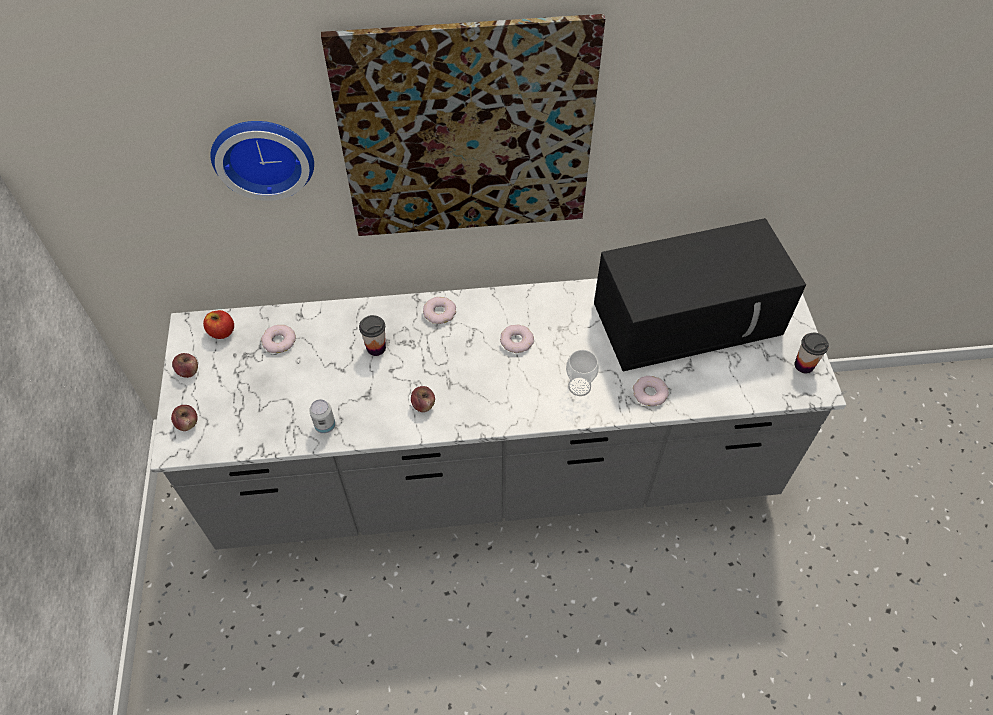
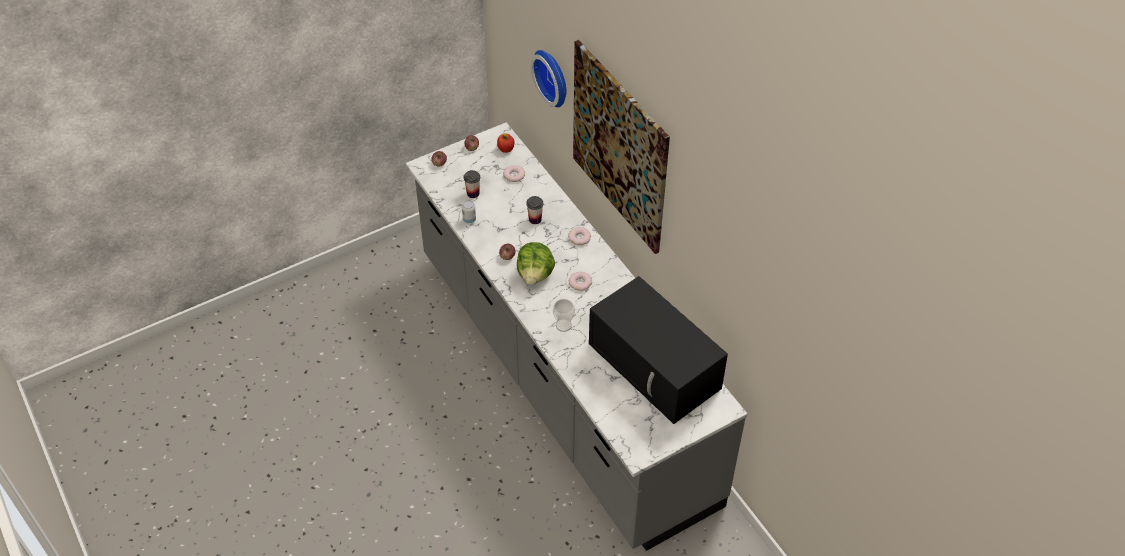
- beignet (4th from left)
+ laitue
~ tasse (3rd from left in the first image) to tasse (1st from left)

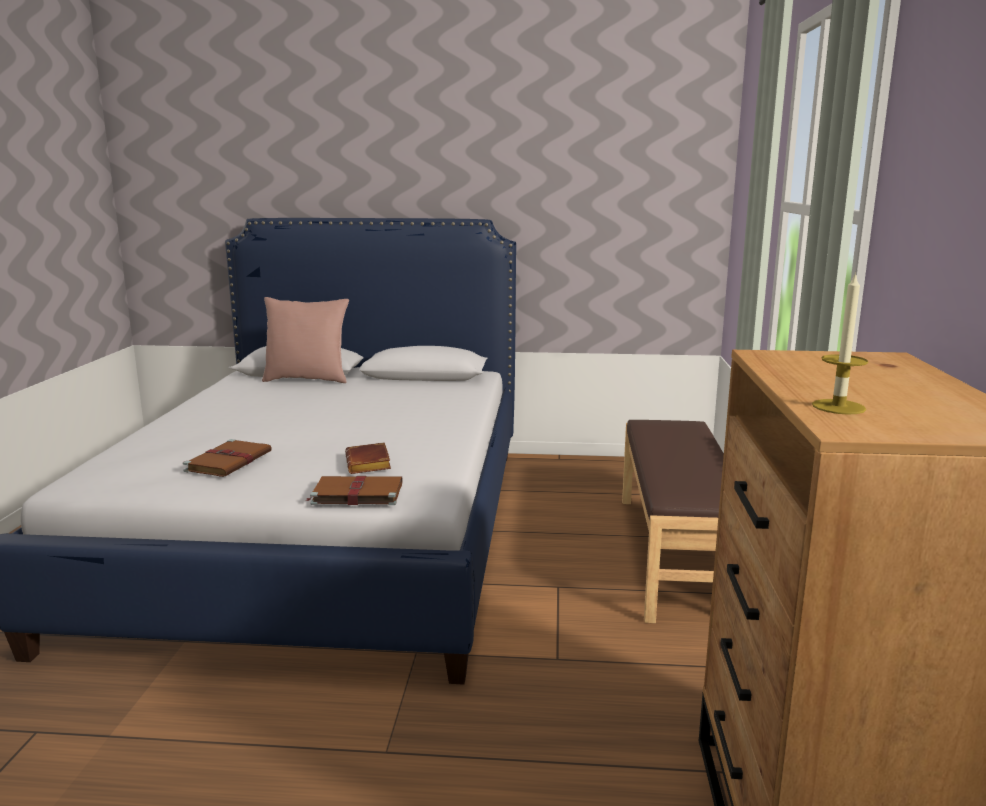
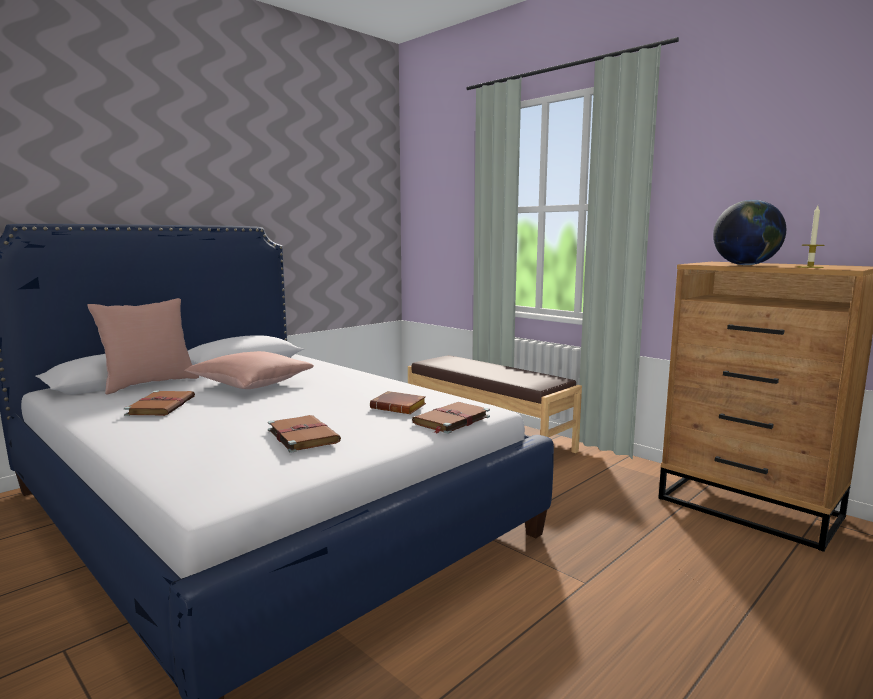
+ livre [marron] (1st from left)
+ coussin [rose] (2nd from left)
+ globe

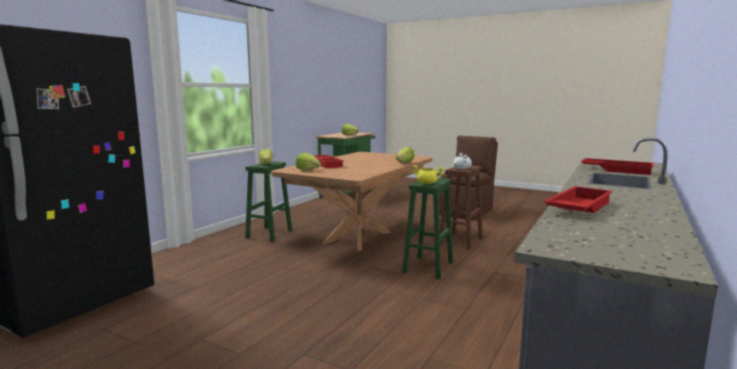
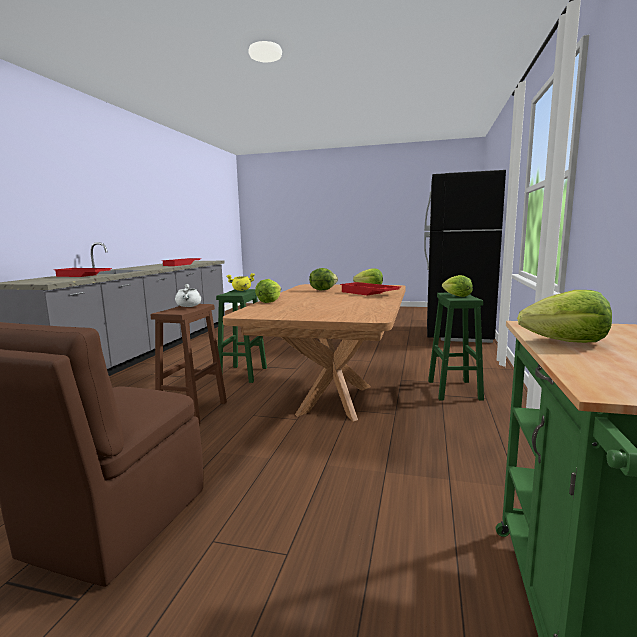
+ laitue (2nd from left)

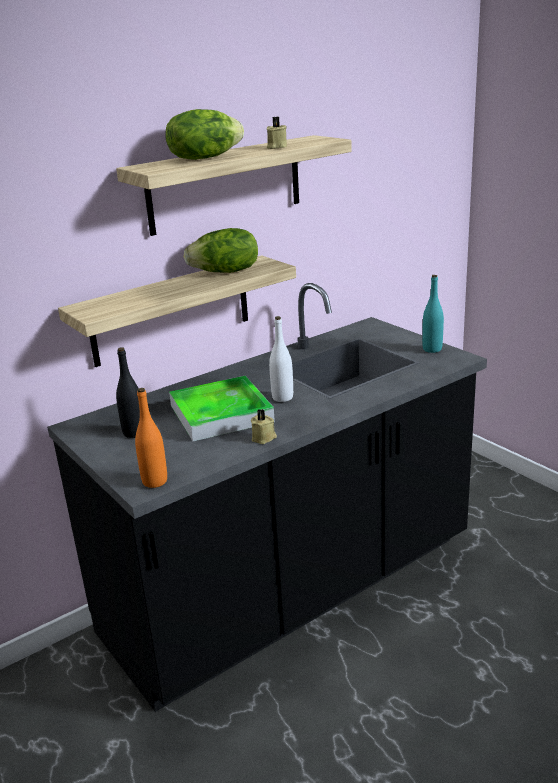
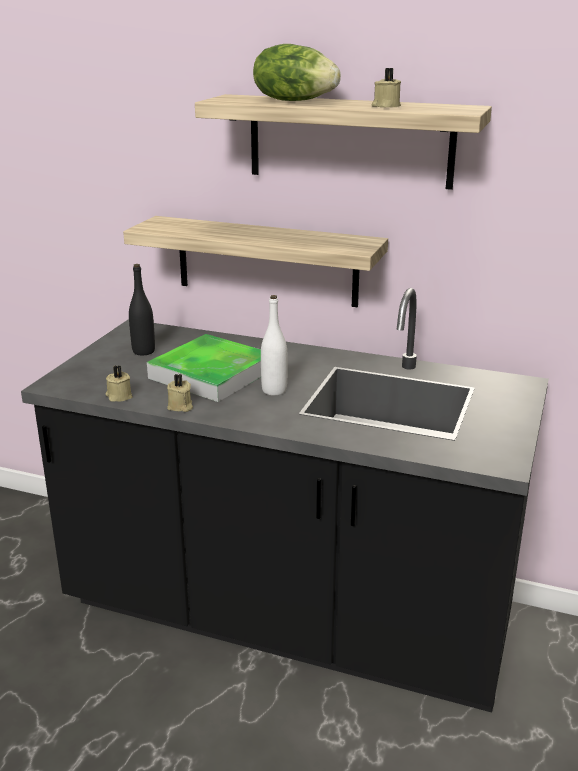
- bouteille [orange]
- laitue (2nd from left)
- bouteille [turquoise]
+ bougie [beige] (1st from left)

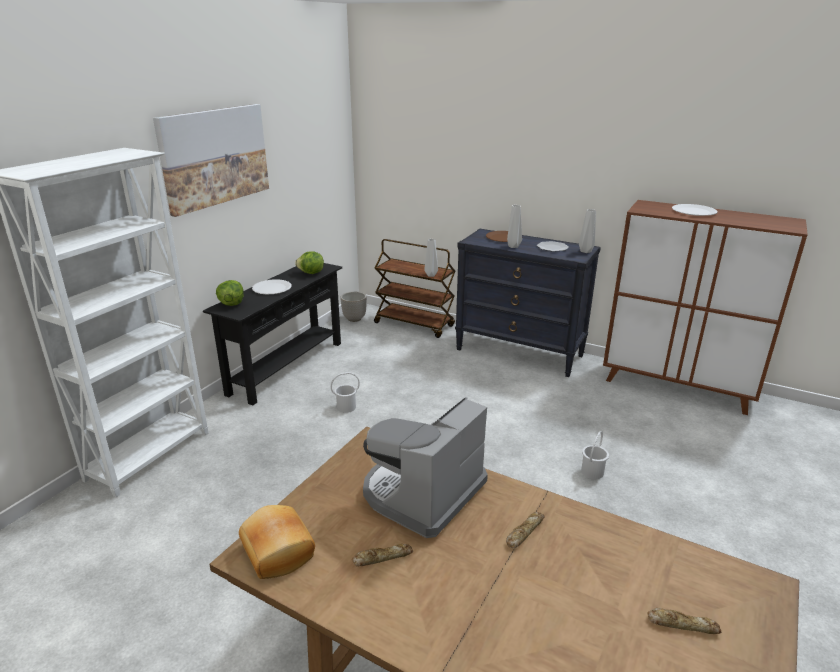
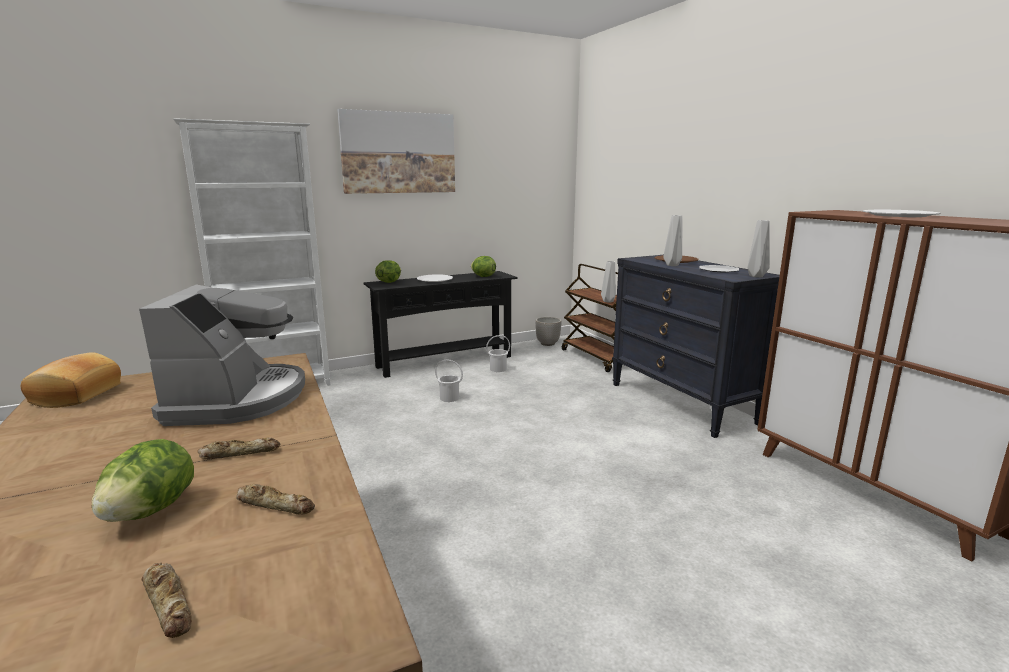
+ laitue (1st from left)
~ pain (2nd from left in the first image) to pain (4th from left)
~ seau [blanc] (2nd from left)
~ machine à café 105 degrees clockwise

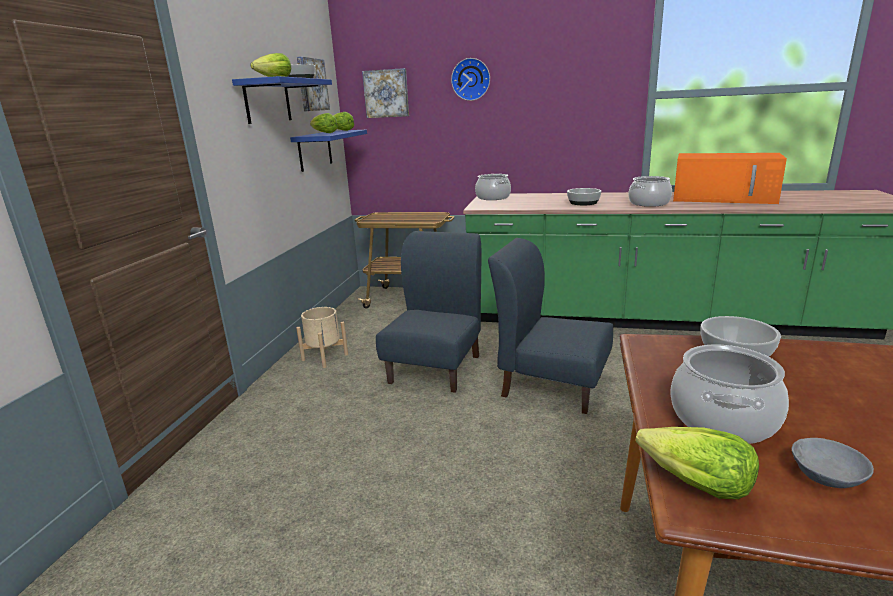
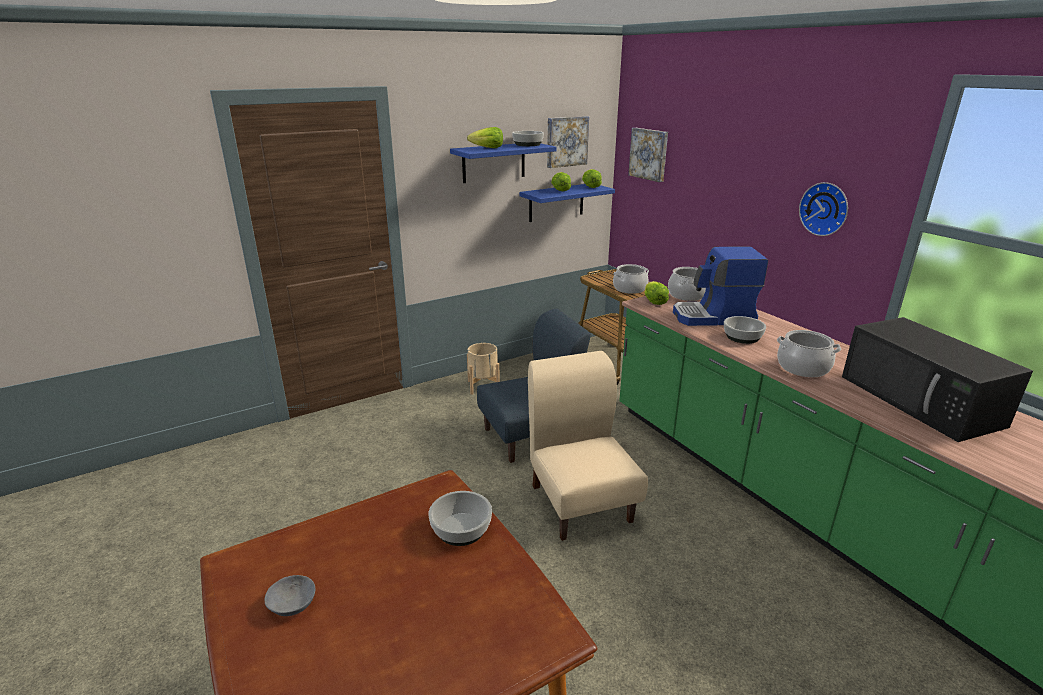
+ machine à café
~ horloge murale
~ laitue (4th from left)
~ marmite (3rd from left in the first image) to marmite (1st from left)
~ chaise [bleu] (2nd from left) to chaise [beige]
~ micro-ondes [orange] to micro-ondes [noir]

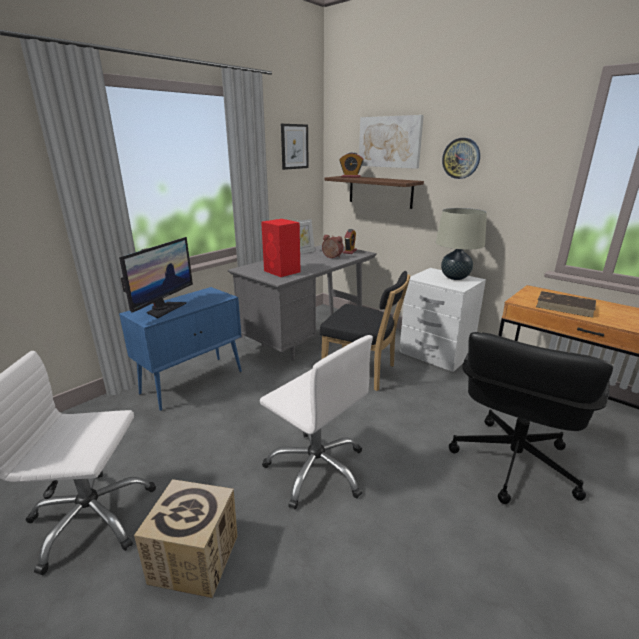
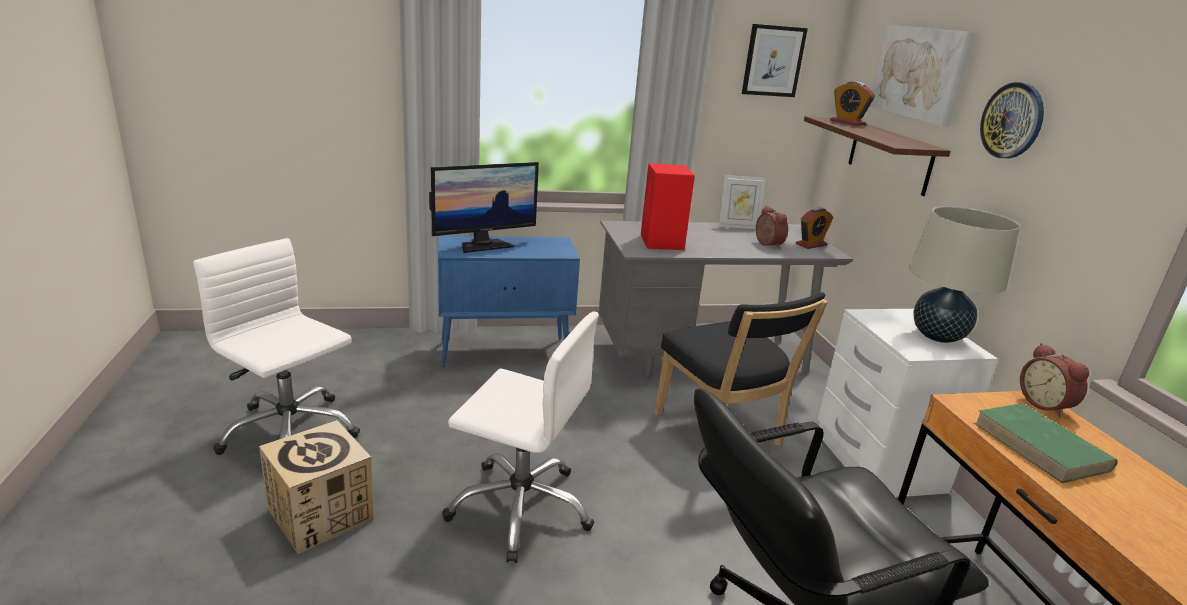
+ réveil (4th from left)
~ livre [marron] to livre [vert]
~ chaise de bureau [blanc] (2nd from left) 60 degrees counterclockwise

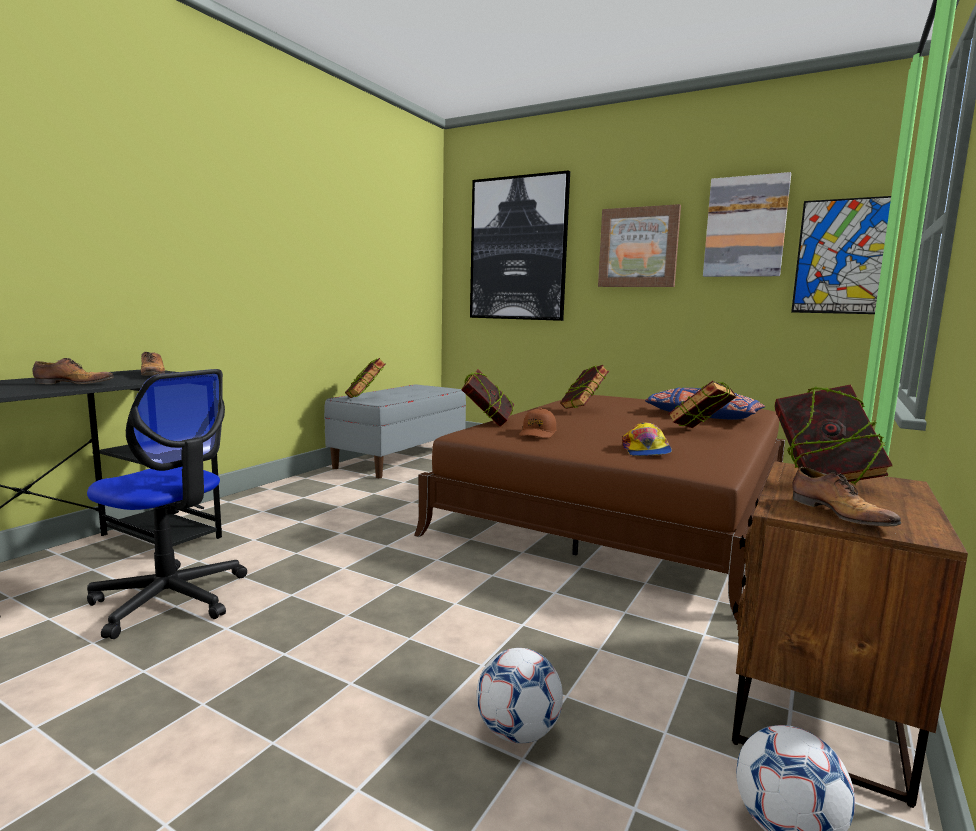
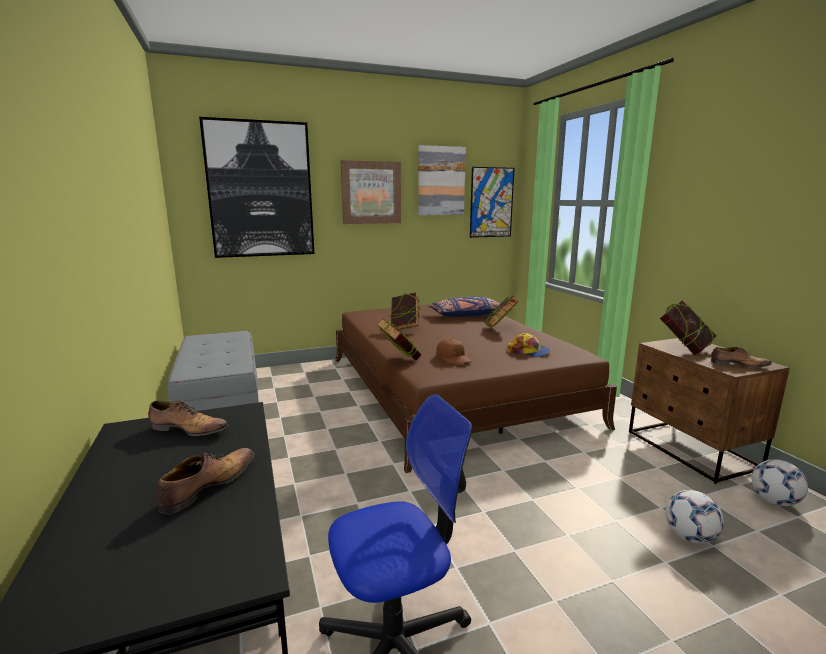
- livre (1st from left)

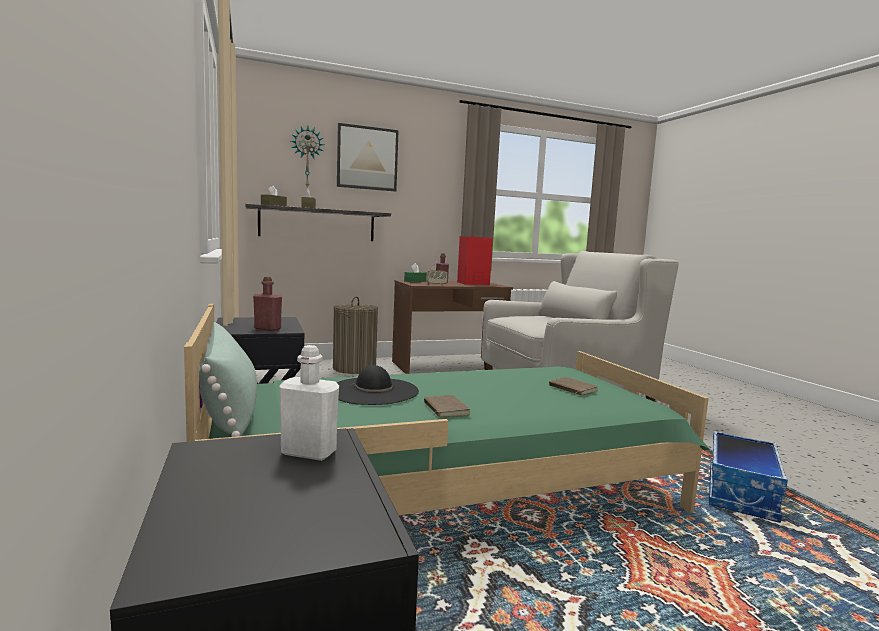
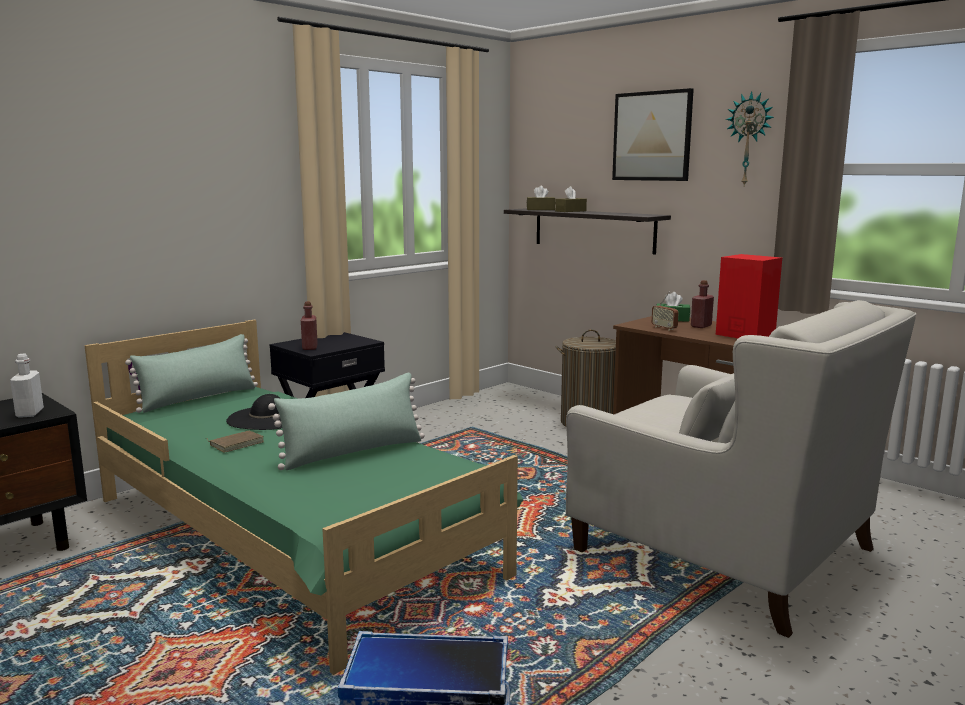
- livre [marron] (2nd from left)
+ coussin [vert] (2nd from left)
~ horloge murale

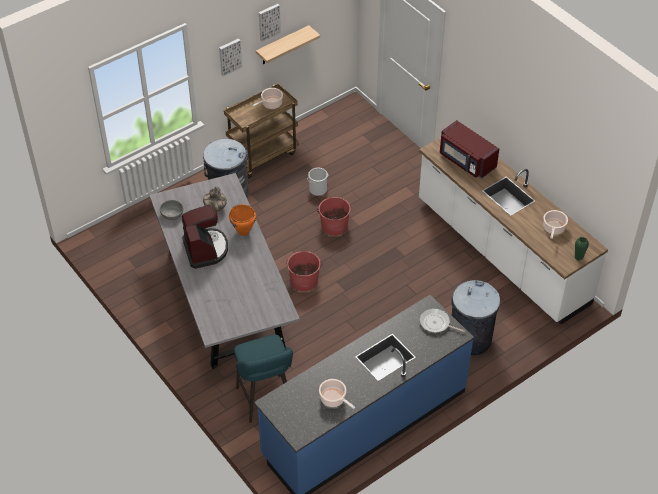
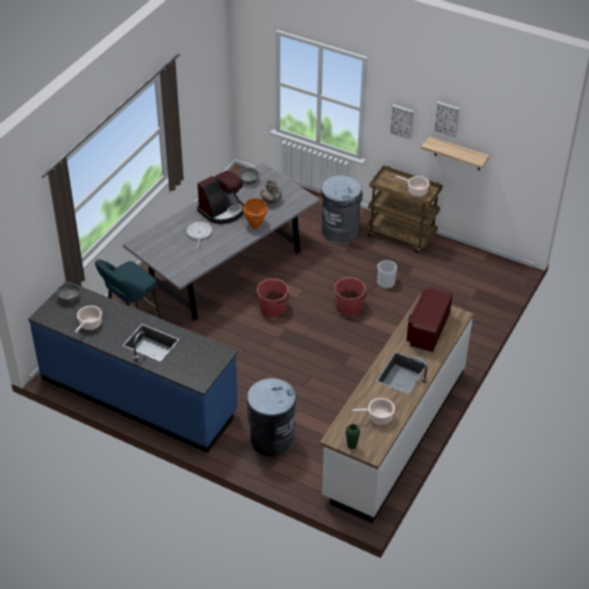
+ bol [gris] (1st from left)
~ poêle

